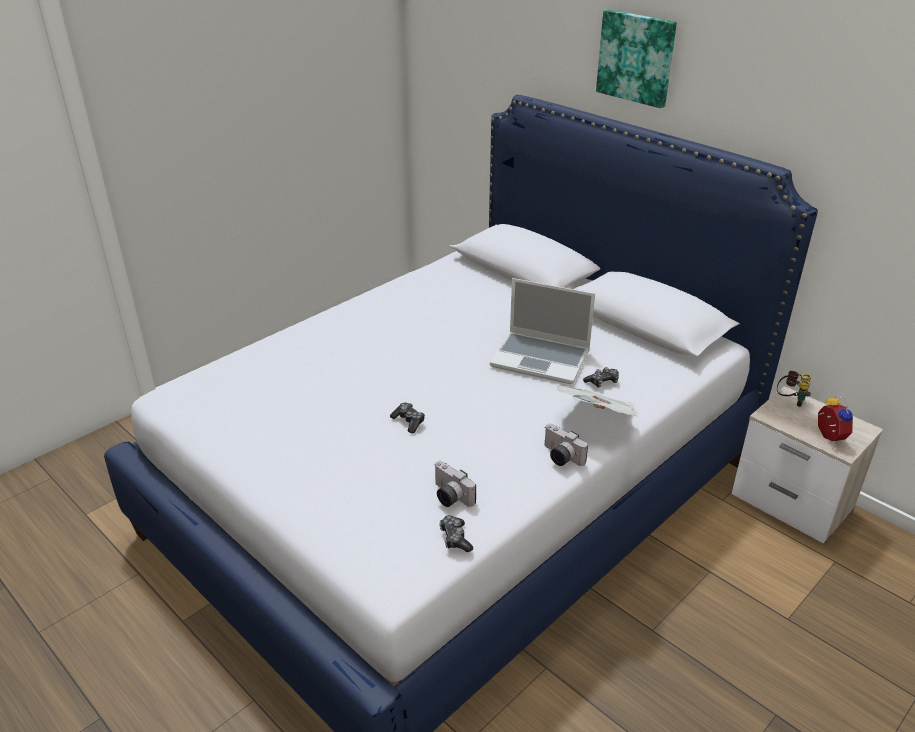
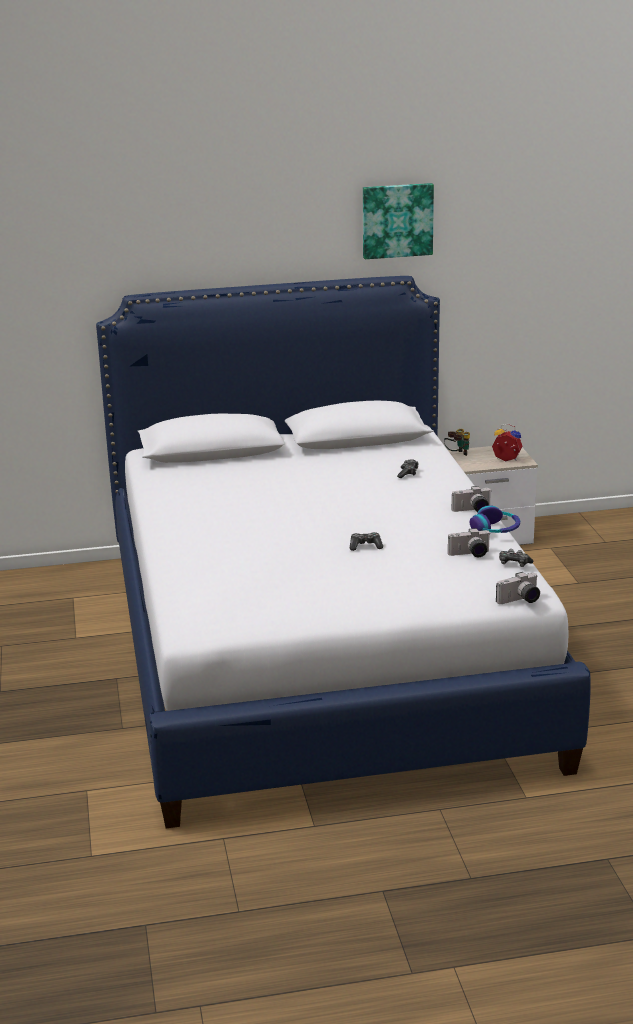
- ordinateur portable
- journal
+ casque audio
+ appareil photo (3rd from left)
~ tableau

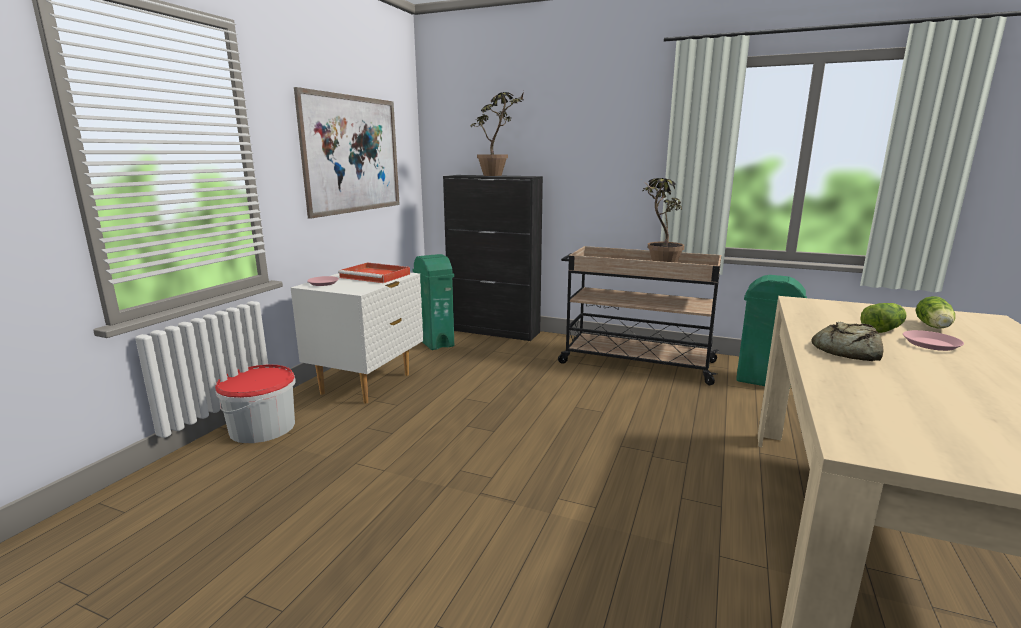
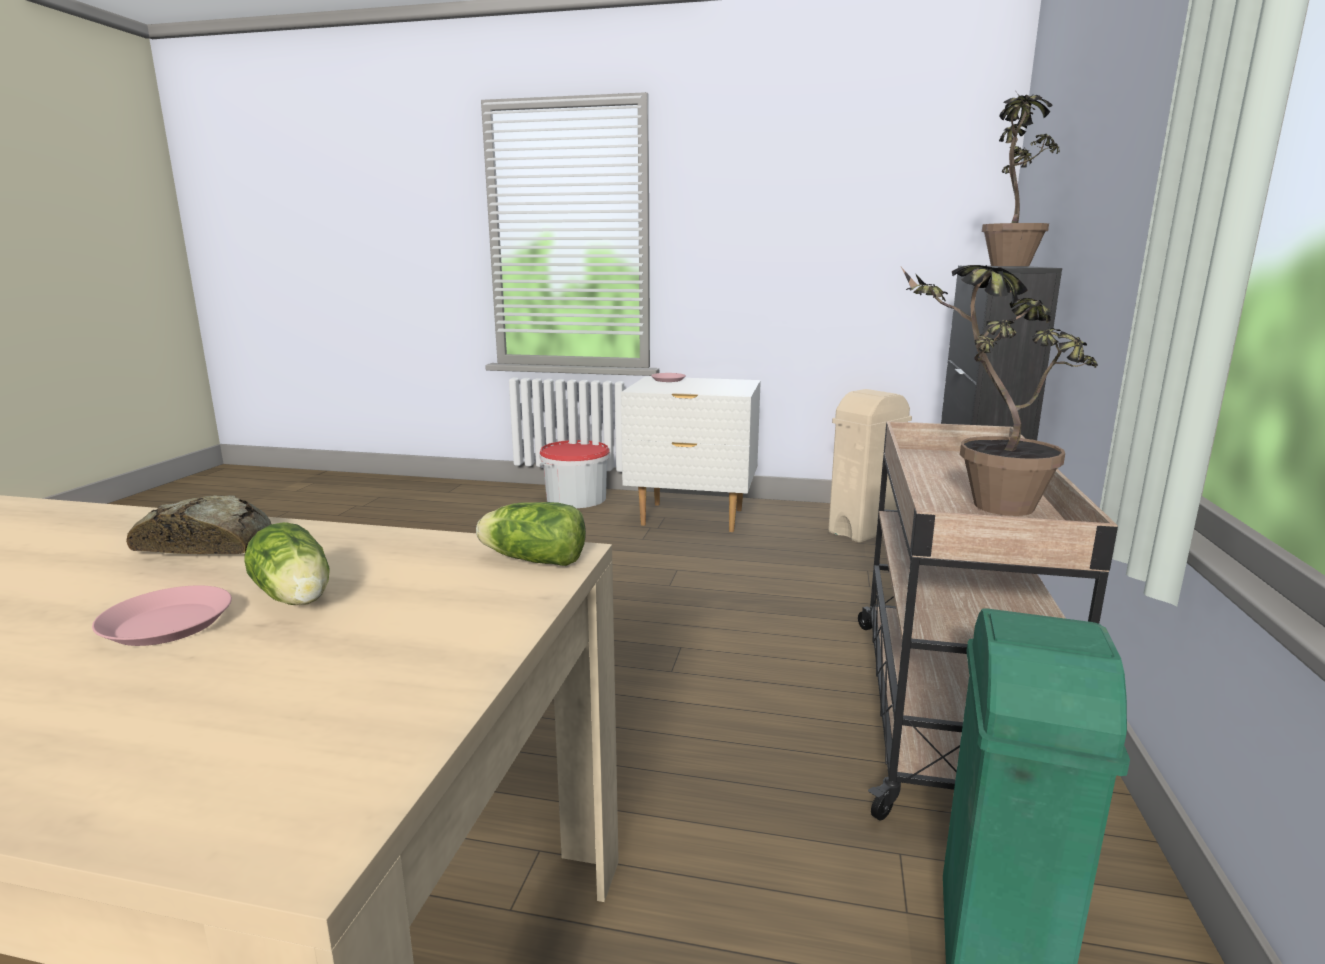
- tableau
- plateau [rouge]
~ laitue (2nd from left)
~ poubelle [vert] (1st from left) to poubelle [beige]

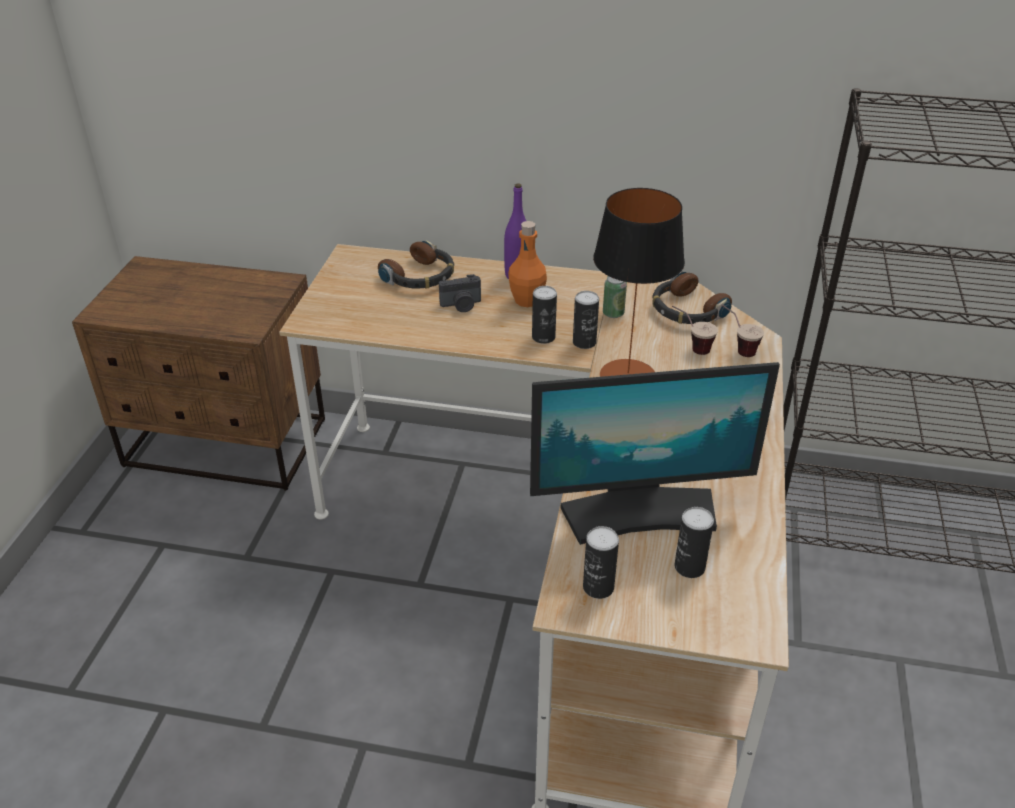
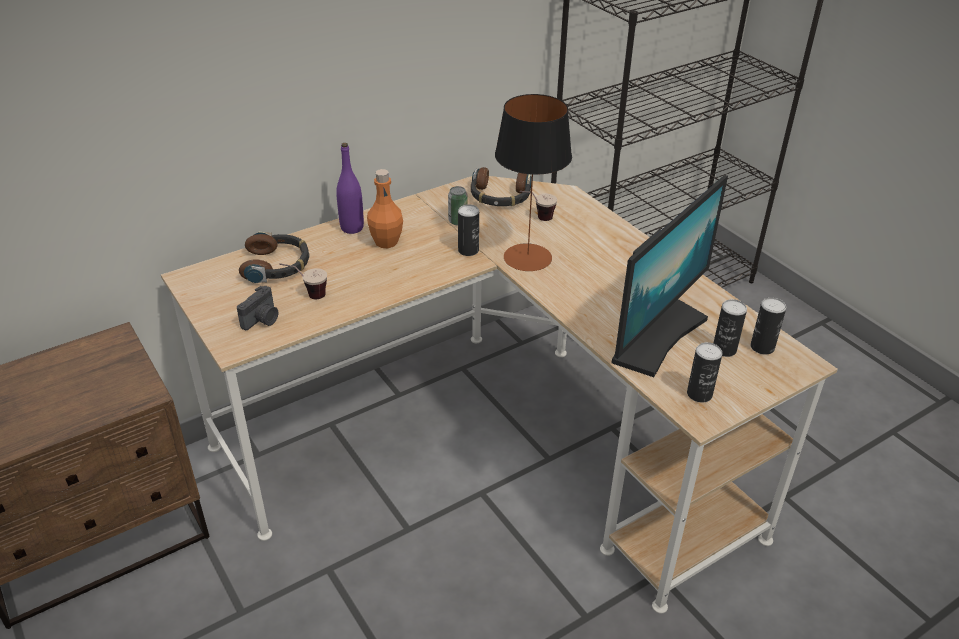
~ appareil photo
~ boîte métallique (1st from left in the first image) to boîte métallique (5th from left)
~ tasse (2nd from left in the first image) to tasse (1st from left)

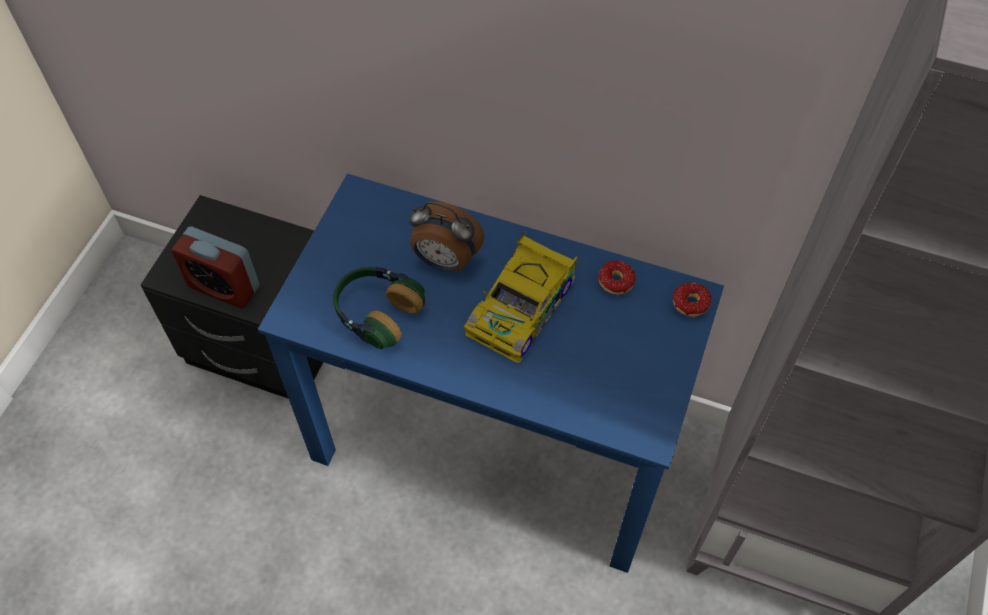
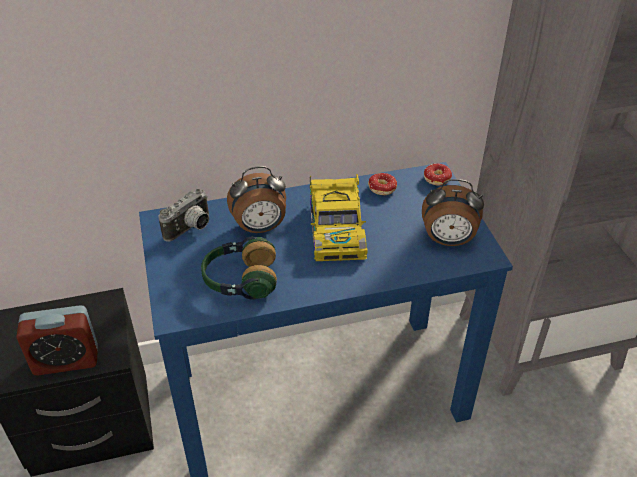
+ appareil photo
+ réveil (3rd from left)

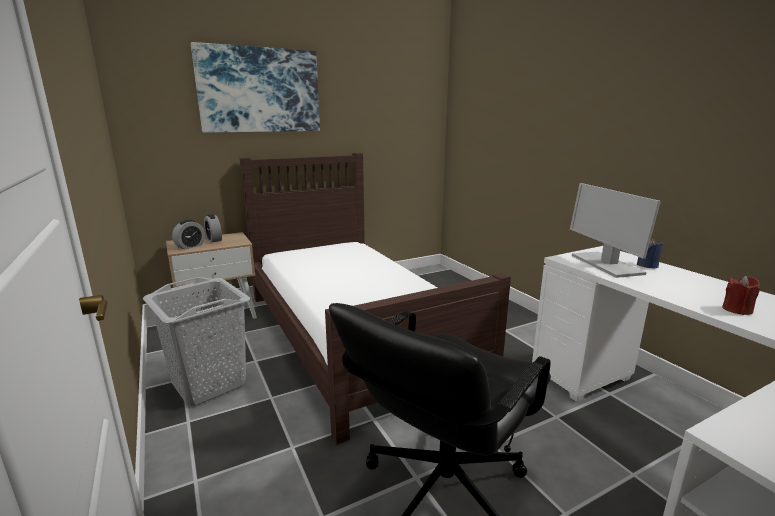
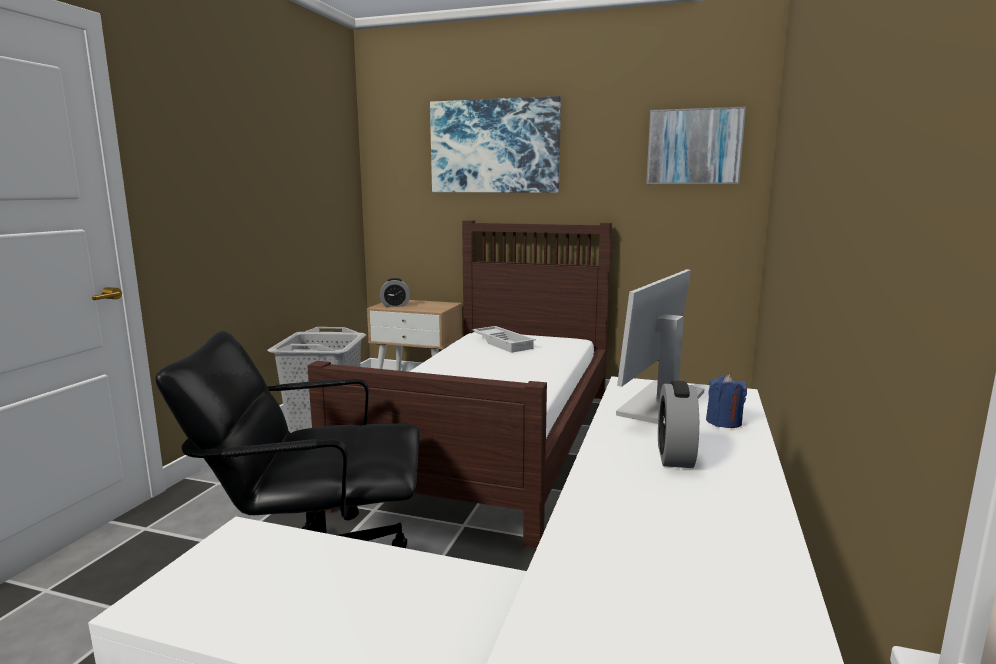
- bougie [rouge]
+ plateau [blanc]
+ tableau (2nd from left)
~ réveil (2nd from left)

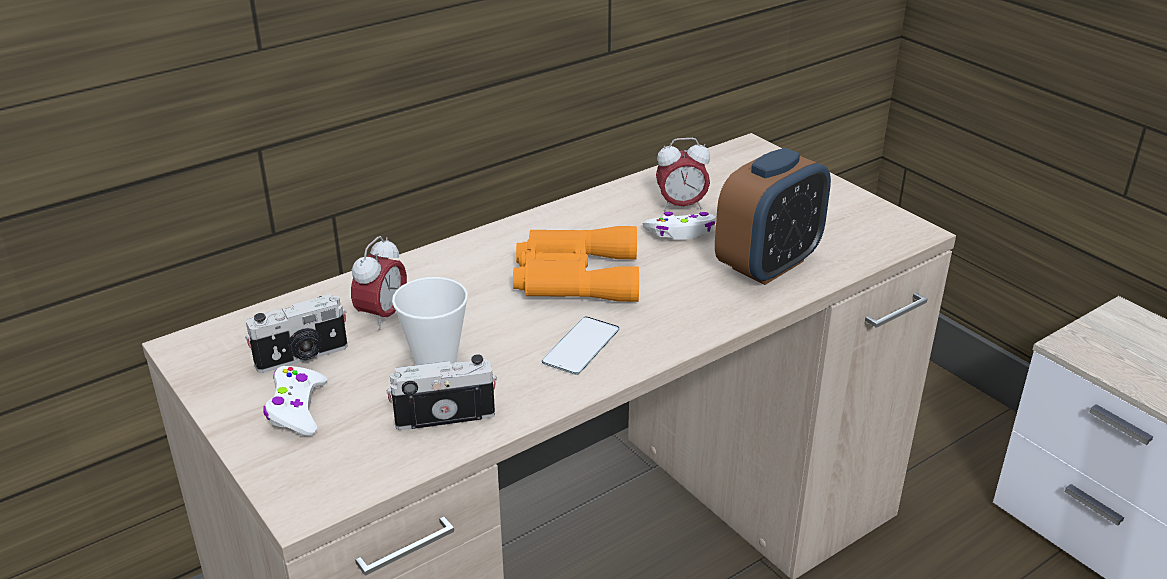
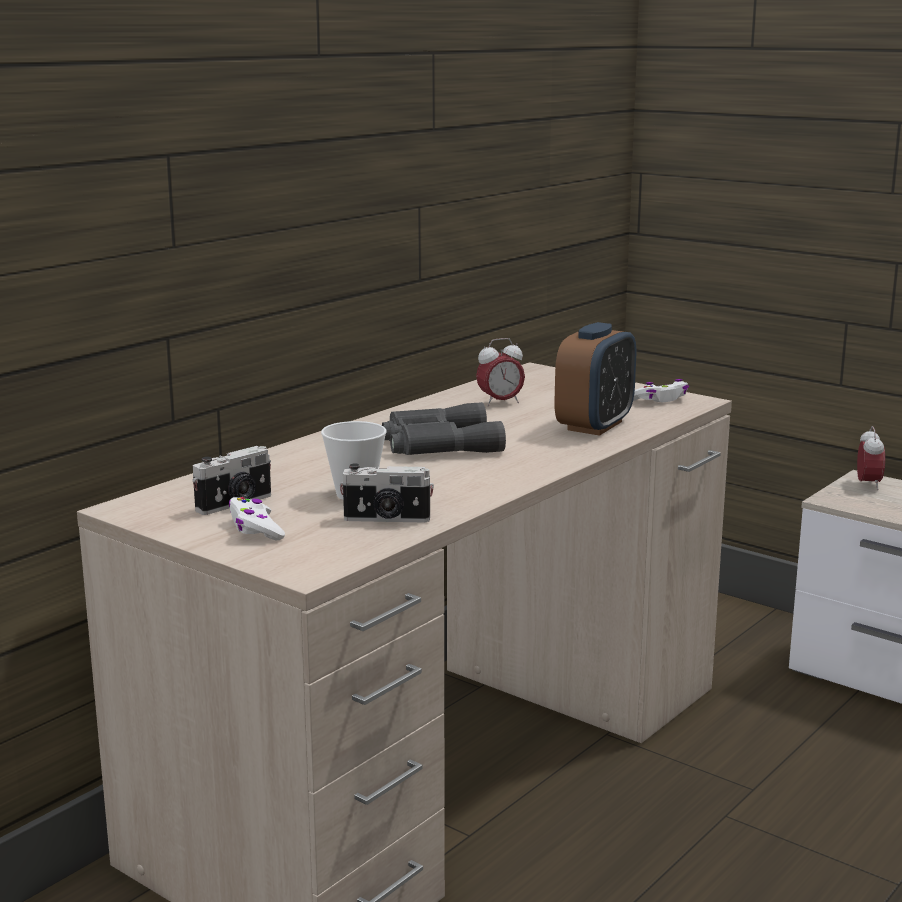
- téléphone
~ réveil (1st from left in the first image) to réveil (3rd from left)
~ manette [blanc] (2nd from left)
~ jumelles [orange] to jumelles [gris]
~ appareil photo (2nd from left) 150 degrees counterclockwise

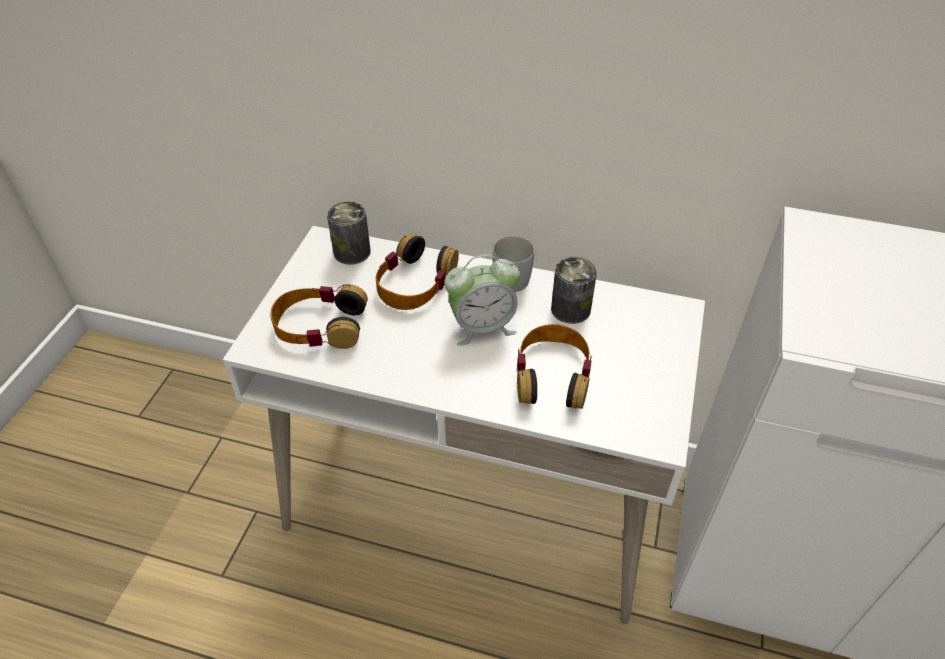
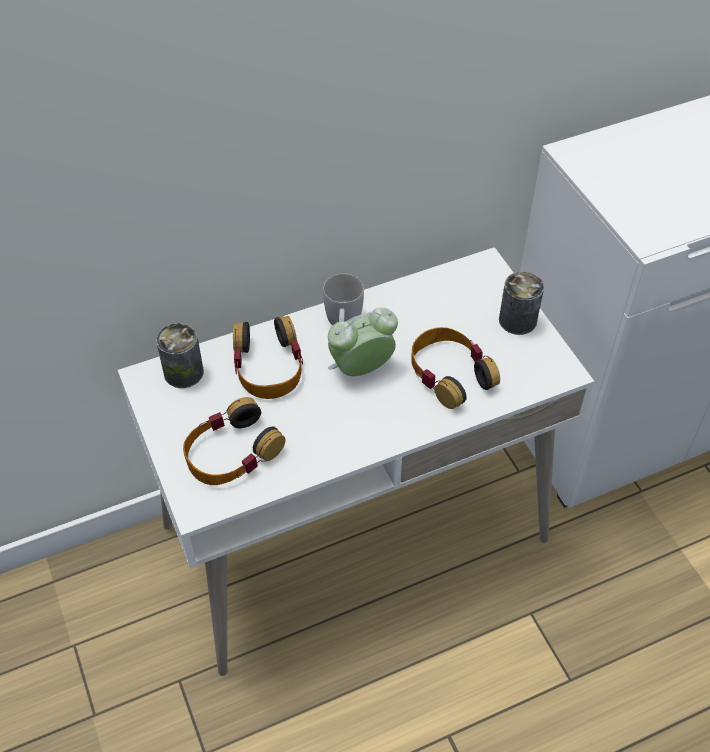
~ boîte métallique (2nd from left)
~ réveil 150 degrees counterclockwise

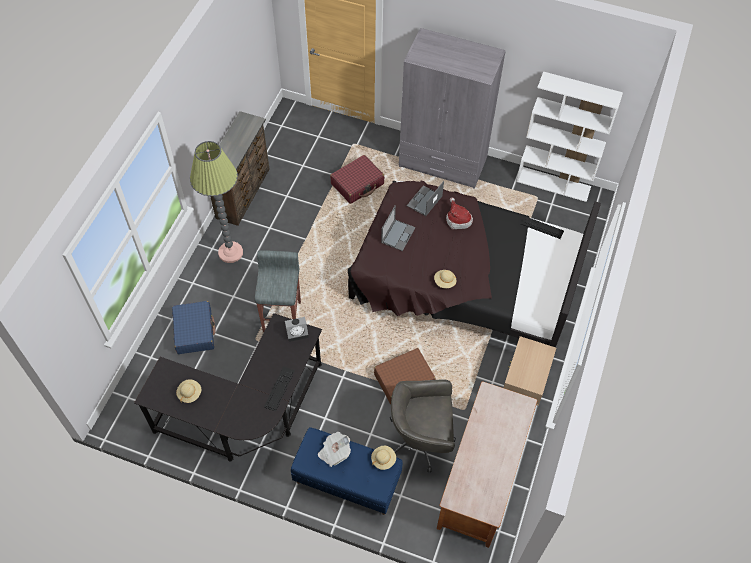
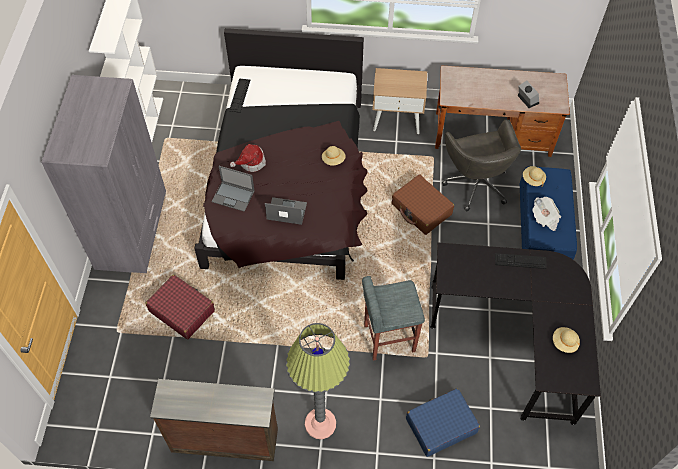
~ réveil

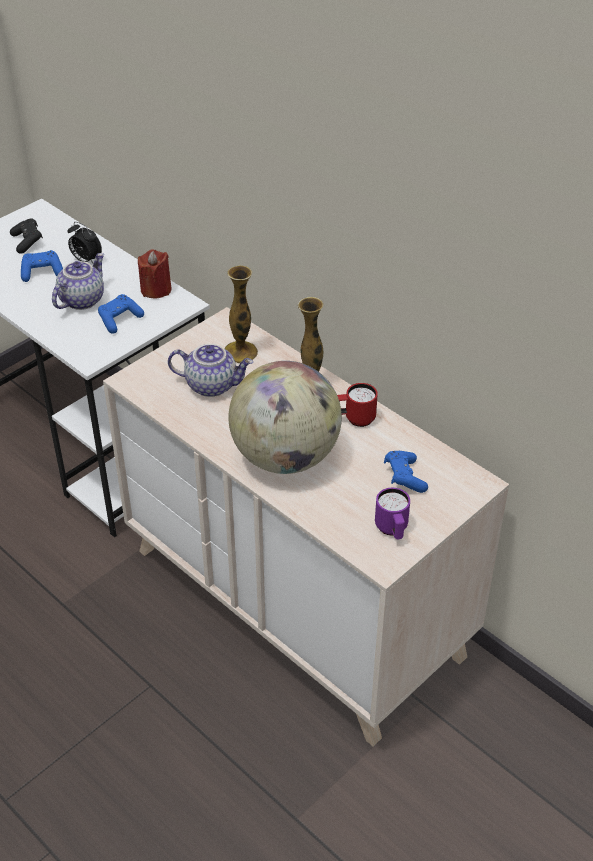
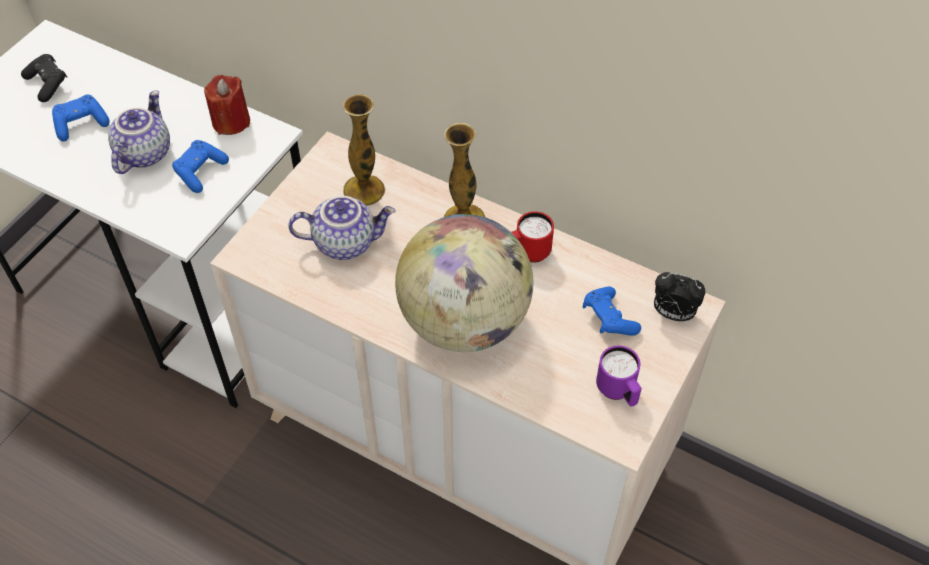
~ réveil

